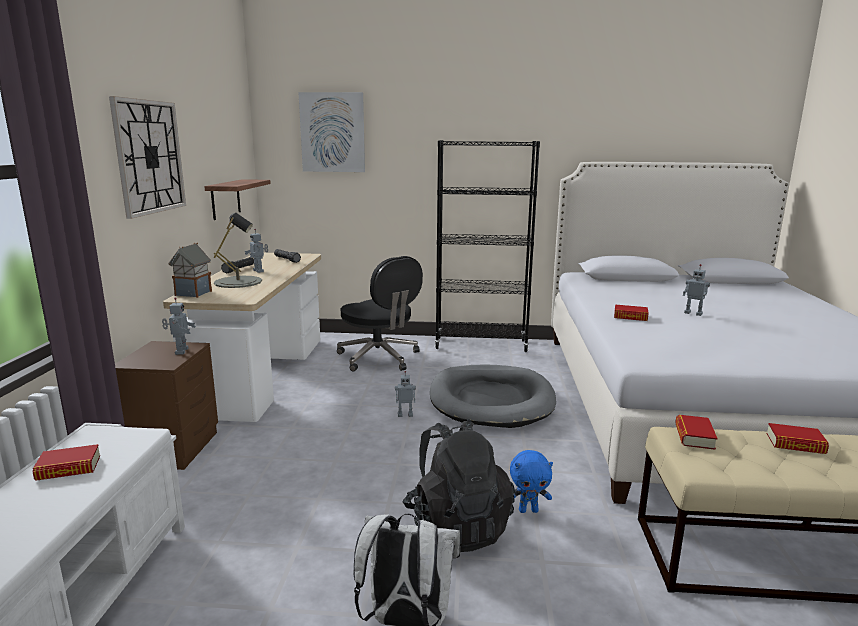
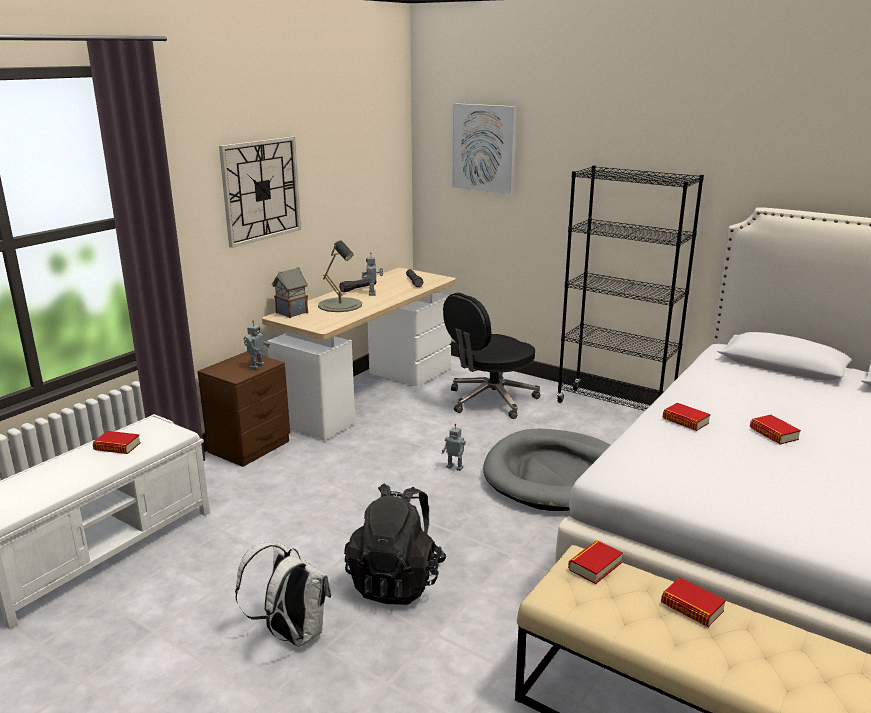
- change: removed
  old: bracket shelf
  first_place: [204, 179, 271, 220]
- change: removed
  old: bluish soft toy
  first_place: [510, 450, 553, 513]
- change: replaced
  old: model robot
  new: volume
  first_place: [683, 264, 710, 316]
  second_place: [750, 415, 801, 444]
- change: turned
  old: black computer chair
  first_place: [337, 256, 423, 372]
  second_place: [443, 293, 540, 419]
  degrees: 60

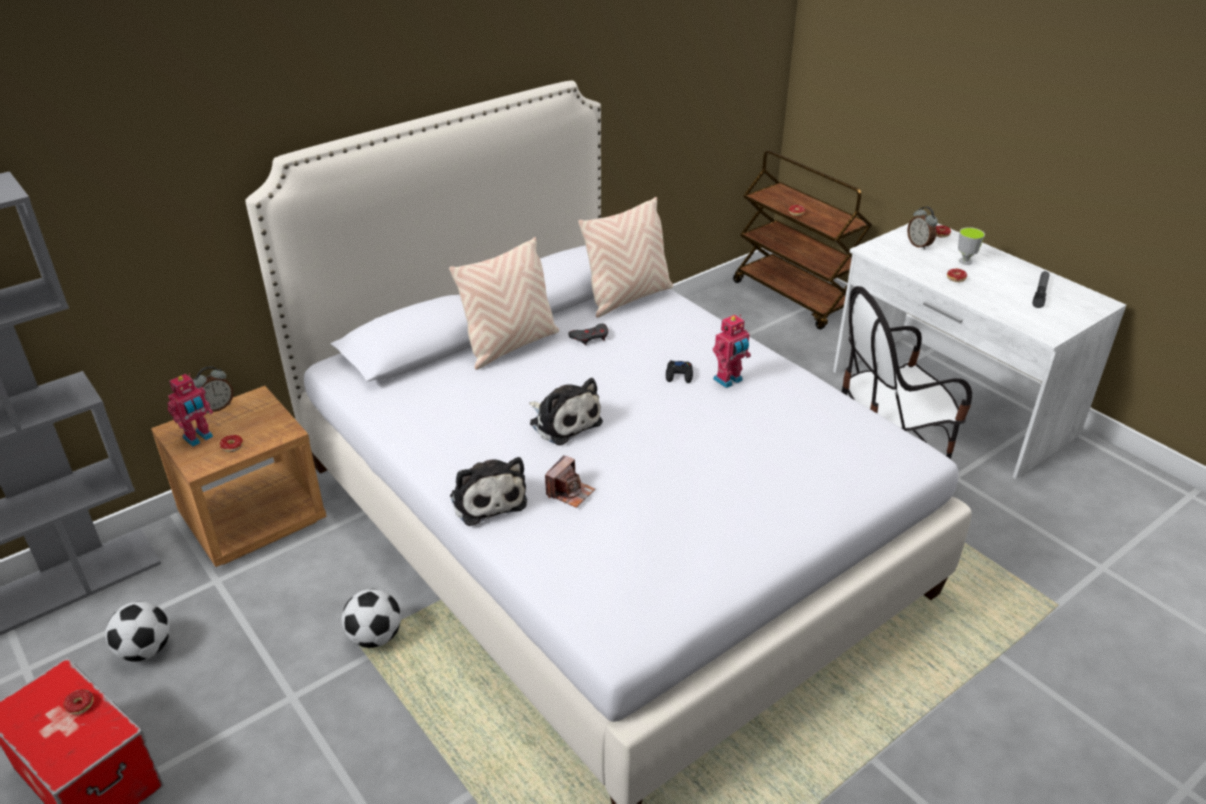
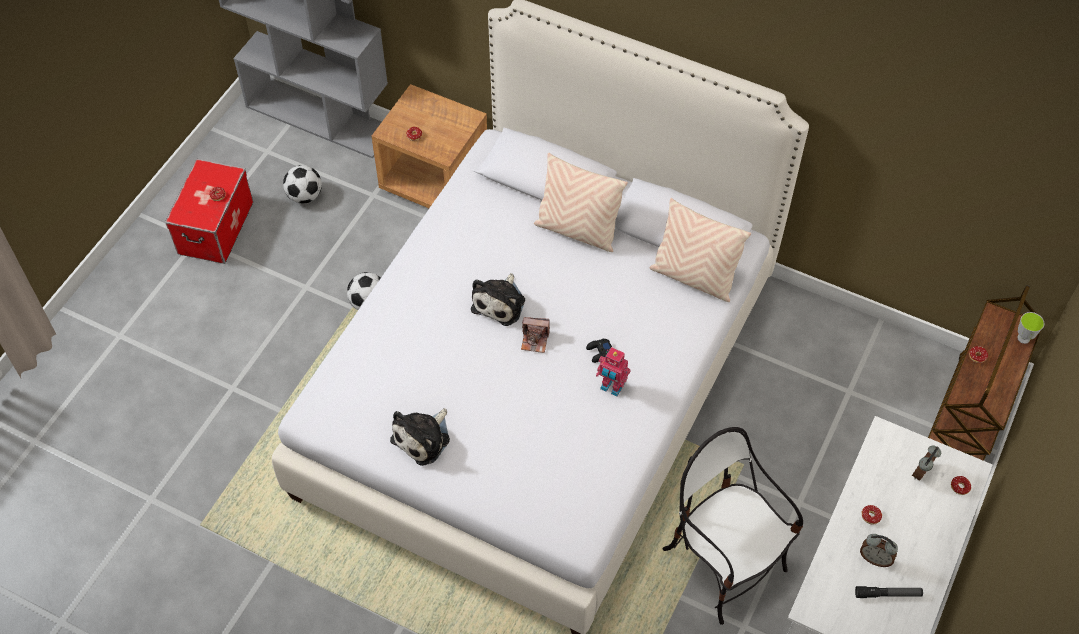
- change: removed
  old: model robot
  first_place: [168, 374, 213, 447]
- change: removed
  old: gray gamepad
  first_place: [568, 323, 608, 345]
- change: moved
  old: alarm clock
  first_place: [193, 366, 233, 413]
  second_place: [860, 534, 898, 567]
- change: moved
  old: soft toy
  first_place: [450, 457, 527, 526]
  second_place: [390, 408, 450, 466]
- change: moved
  old: still camera
  first_place: [545, 455, 595, 508]
  second_place: [521, 317, 550, 353]
- change: moved
  old: cup
  first_place: [958, 227, 985, 265]
  second_place: [1017, 312, 1044, 344]

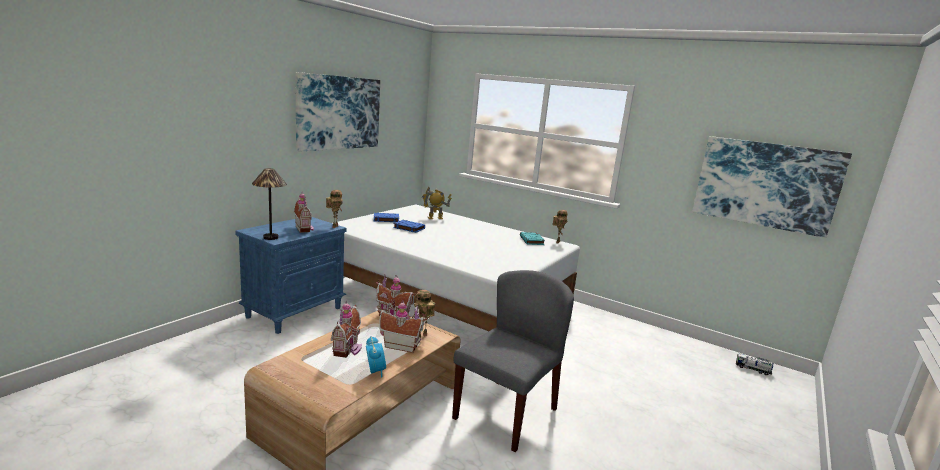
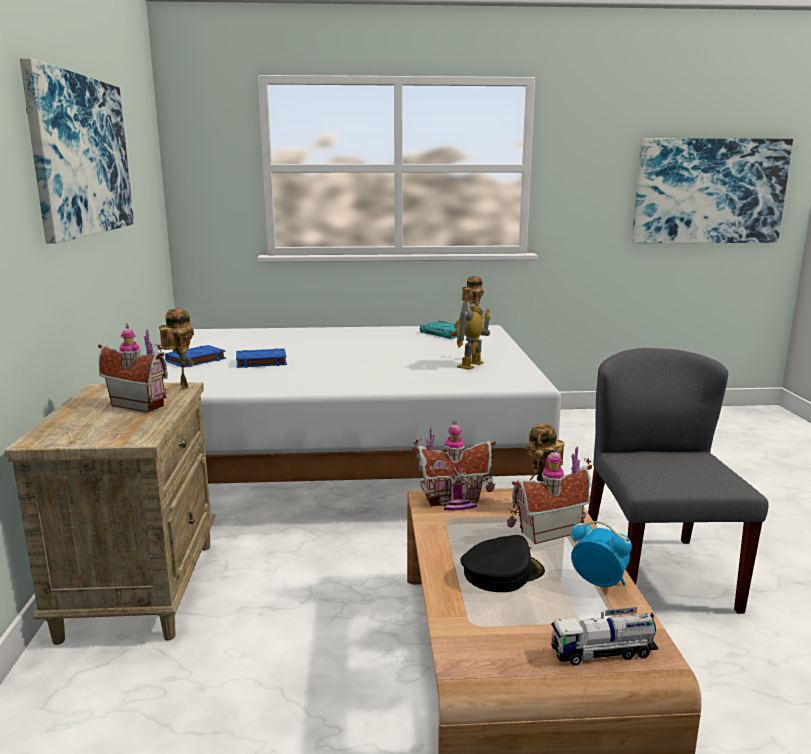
- change: removed
  old: lamp for a table
  first_place: [252, 168, 287, 240]
- change: moved
  old: model robot
  first_place: [422, 187, 452, 219]
  second_place: [454, 302, 491, 370]
- change: moved
  old: toy lorry
  first_place: [736, 354, 773, 375]
  second_place: [551, 607, 658, 666]
- change: replaced
  old: model house
  new: black cap
  first_place: [331, 300, 362, 358]
  second_place: [461, 535, 545, 592]
- change: recoloured
  old: bluish bedside table
  new: beige bedside table
  first_place: [235, 217, 347, 334]
  second_place: [5, 382, 216, 645]

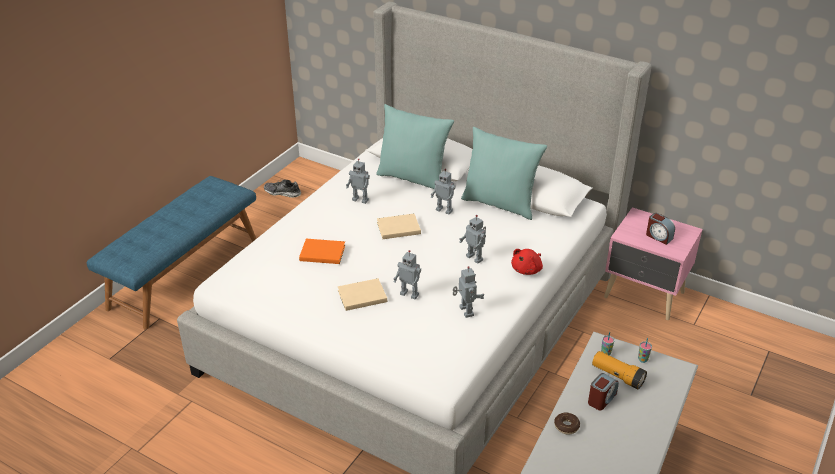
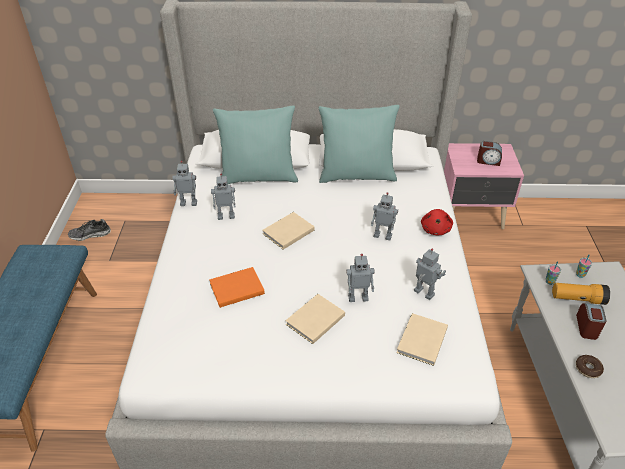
- change: added
  new: beige volume
  second_place: [397, 313, 448, 366]
- change: moved
  old: model robot
  first_place: [431, 169, 456, 215]
  second_place: [172, 161, 197, 206]

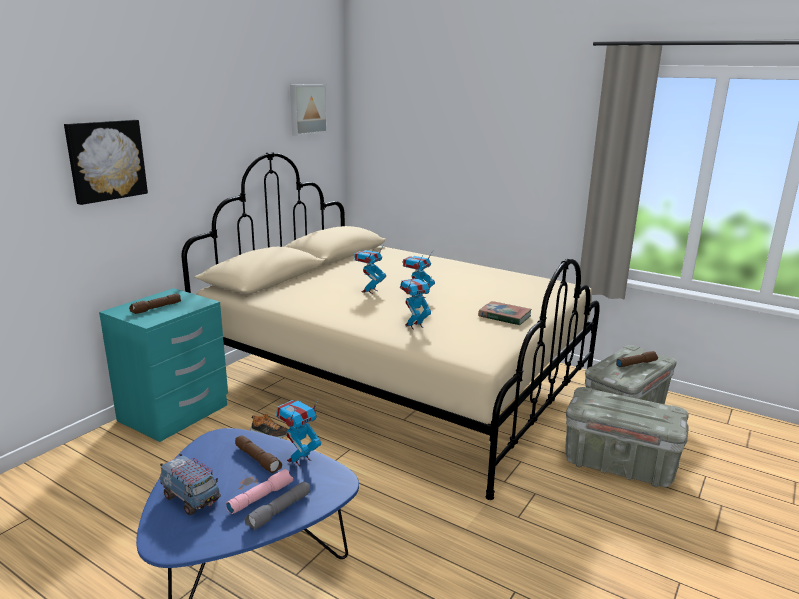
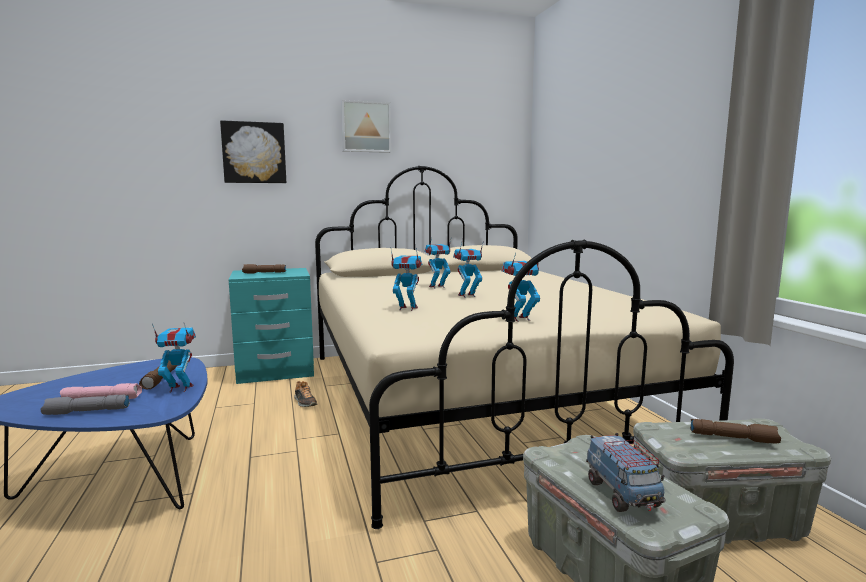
- change: moved
  old: toy lorry
  first_place: [160, 454, 221, 515]
  second_place: [586, 433, 665, 512]
- change: moved
  old: wall picture
  first_place: [290, 84, 328, 136]
  second_place: [341, 100, 391, 153]
- change: replaced
  old: volume
  new: model robot
  first_place: [478, 301, 532, 326]
  second_place: [502, 253, 540, 322]

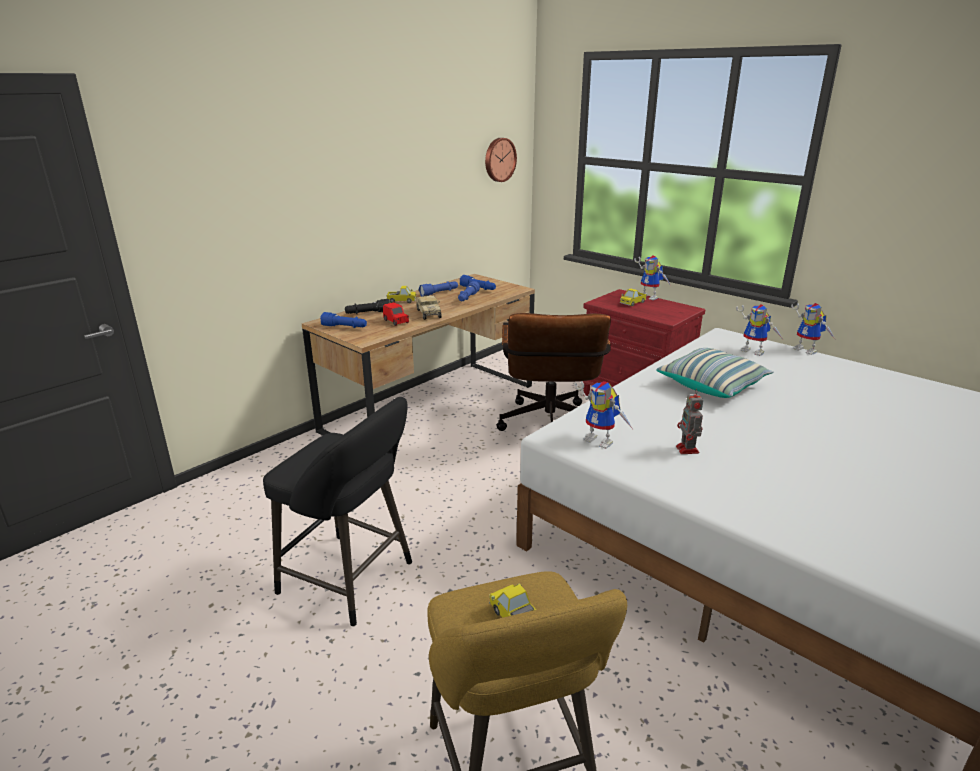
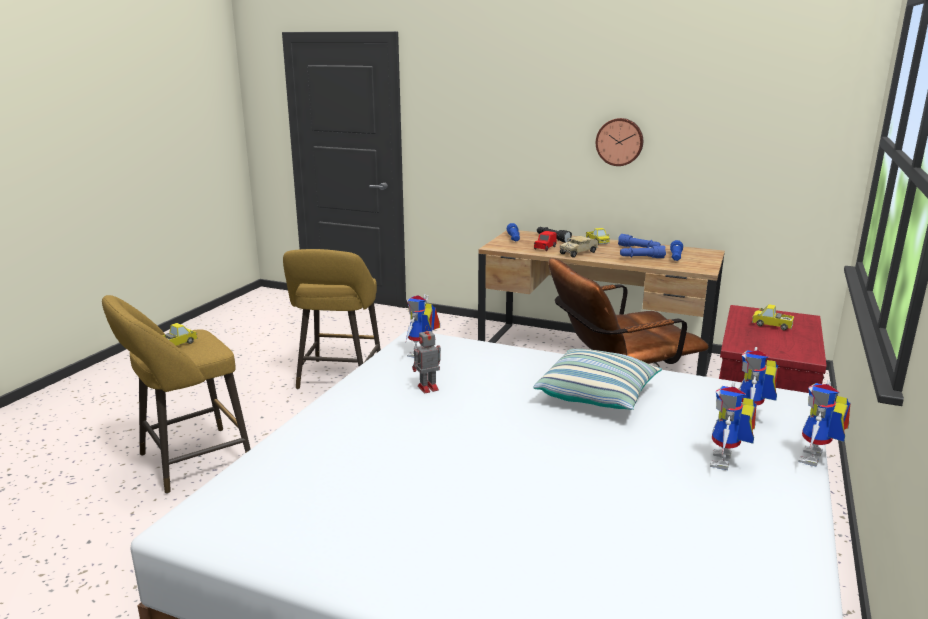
- change: moved
  old: hanging clock
  first_place: [485, 138, 517, 182]
  second_place: [596, 118, 643, 166]
- change: moved
  old: model robot
  first_place: [634, 255, 670, 300]
  second_place: [710, 382, 757, 470]
- change: recoloured
  old: black stool seat
  new: yellow stool seat
  first_place: [263, 397, 412, 626]
  second_place: [283, 249, 381, 389]

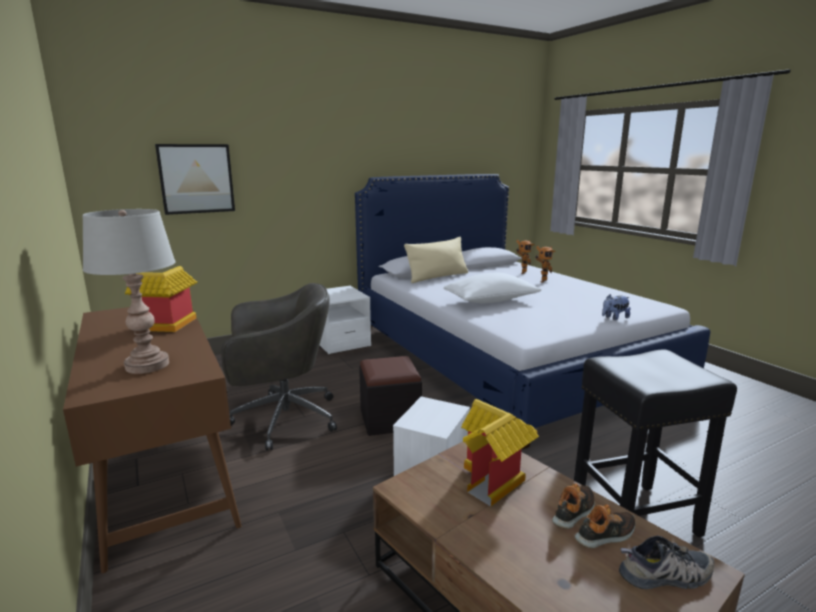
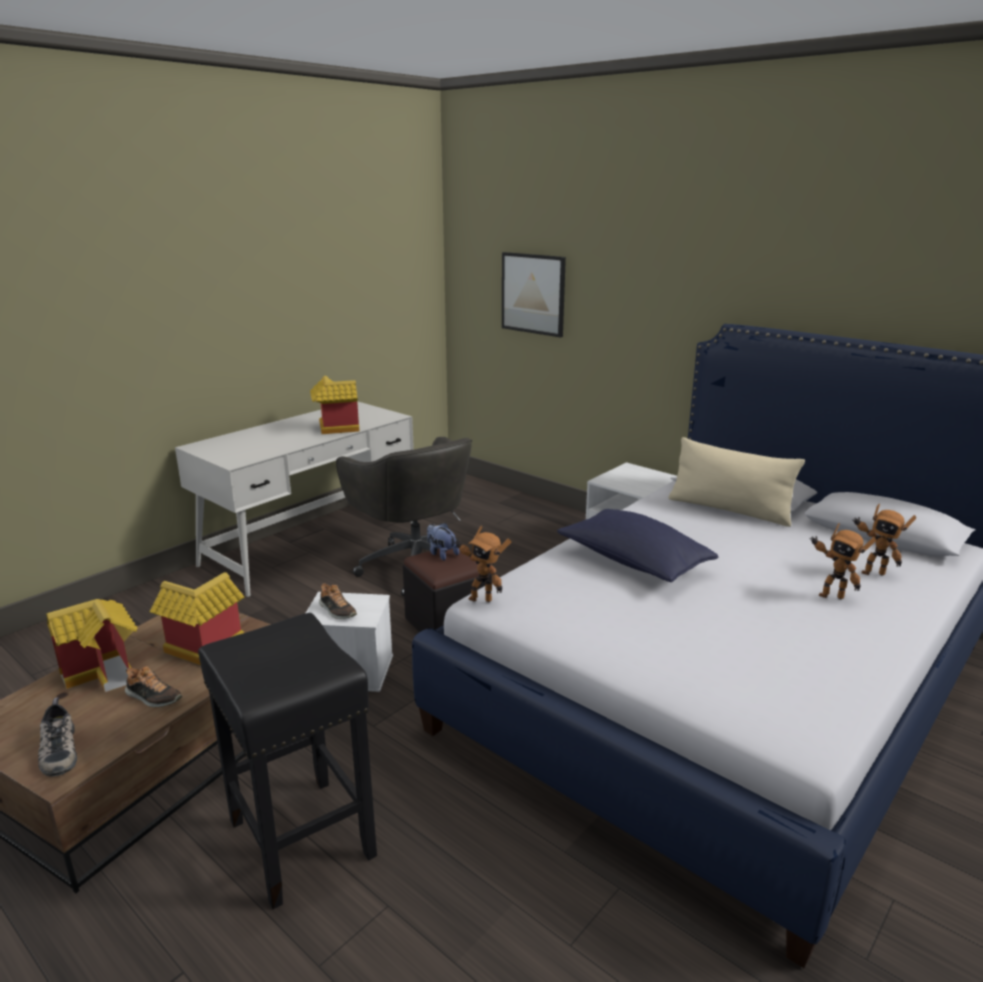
- change: removed
  old: gray lamp for a table
  first_place: [82, 209, 176, 374]
- change: added
  new: model house
  second_place: [46, 599, 137, 692]
- change: added
  new: model robot
  second_place: [455, 526, 512, 602]
- change: moved
  old: shoe
  first_place: [575, 504, 635, 548]
  second_place: [319, 583, 357, 619]
- change: moved
  old: soft toy
  first_place: [602, 294, 631, 320]
  second_place: [427, 523, 459, 561]
- change: recoloured
  old: brown desk table
  new: white desk table
  first_place: [63, 307, 242, 573]
  second_place: [175, 401, 414, 597]
- change: recoloured
  old: white throw pillow
  new: bluish throw pillow
  first_place: [443, 273, 541, 303]
  second_place: [557, 509, 718, 582]

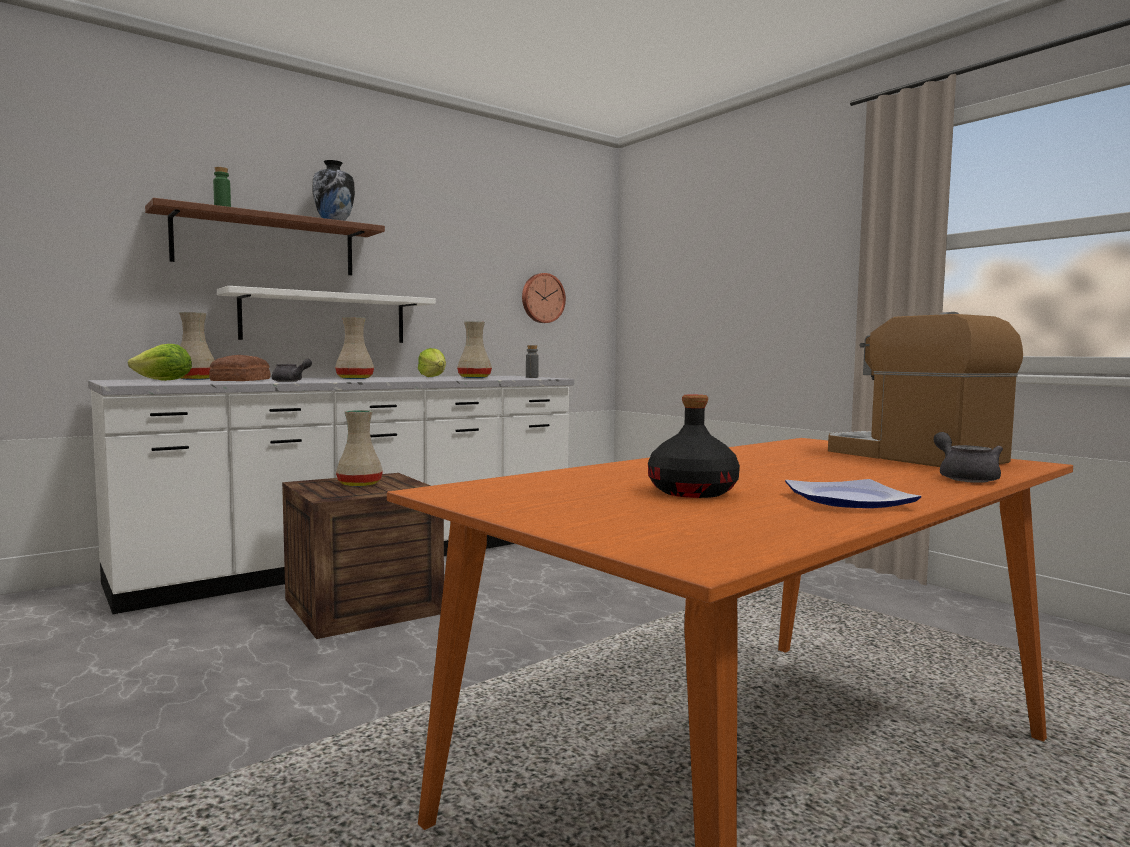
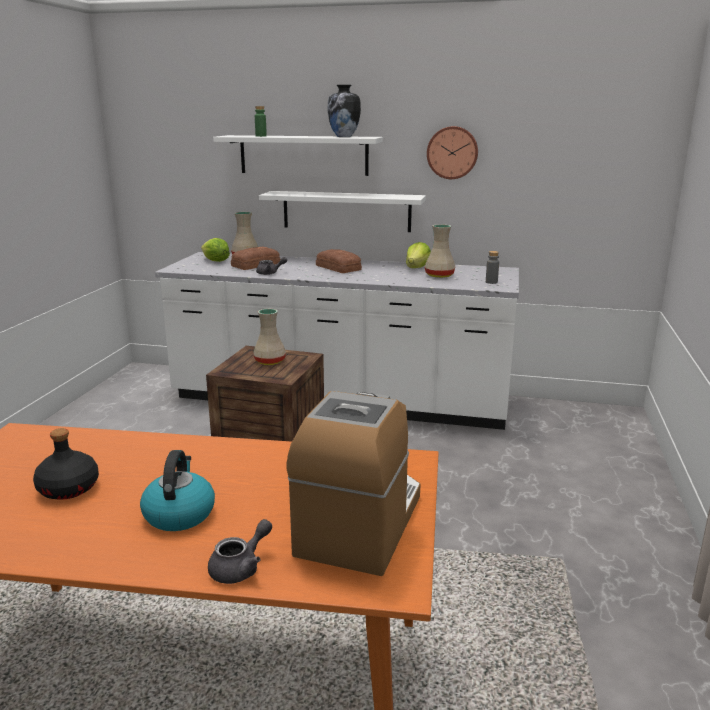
- change: removed
  old: dinner plate
  first_place: [785, 479, 921, 508]
- change: added
  new: water kettle
  second_place: [140, 450, 215, 531]
- change: moved
  old: hanging clock
  first_place: [522, 273, 566, 323]
  second_place: [427, 126, 478, 179]
- change: replaced
  old: beige flower vase
  new: bakery bread
  first_place: [335, 317, 374, 379]
  second_place: [316, 249, 362, 273]
- change: recoloured
  old: brown bracket shelf
  new: white bracket shelf
  first_place: [145, 198, 385, 275]
  second_place: [213, 135, 383, 176]

